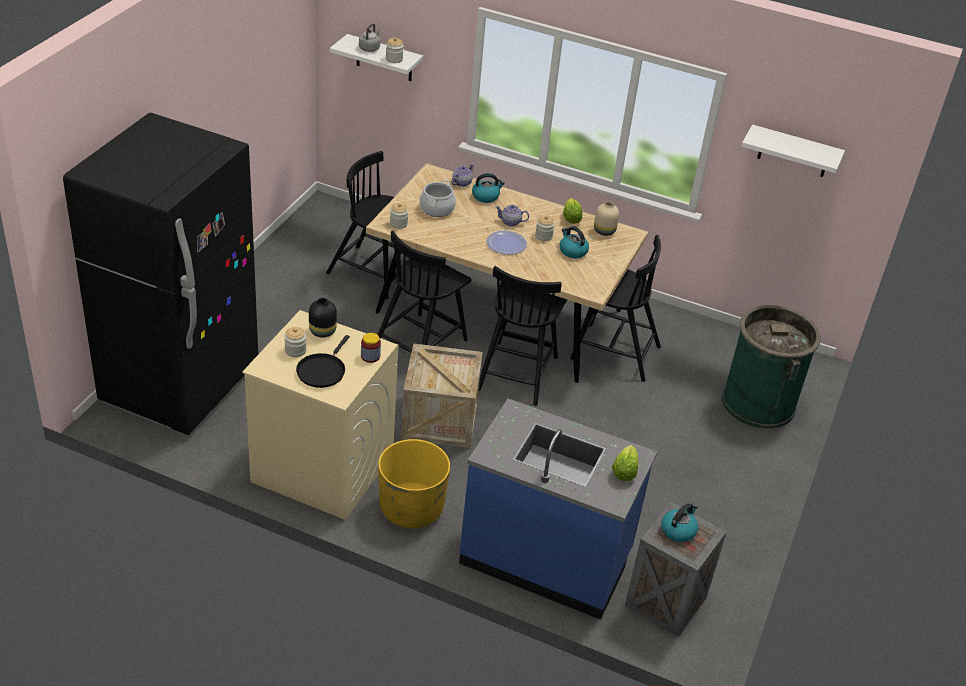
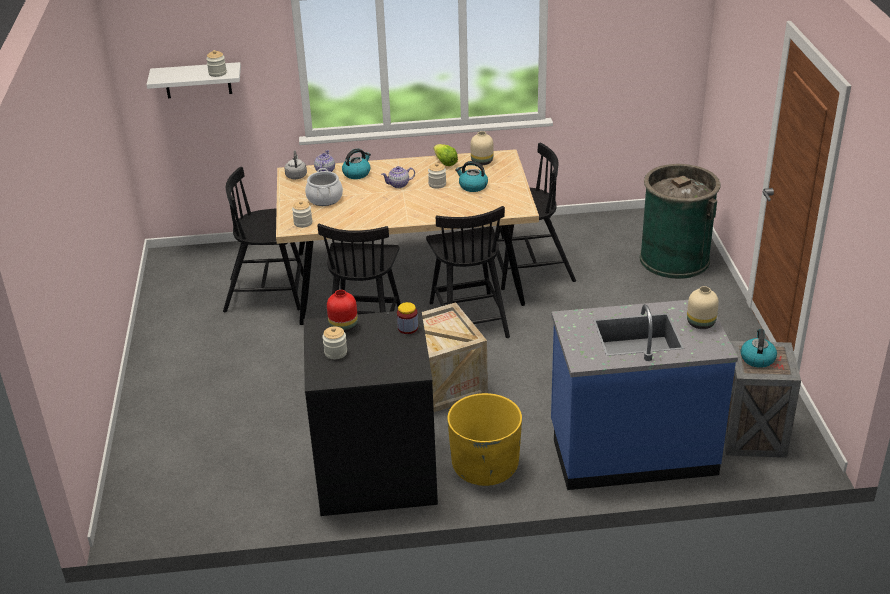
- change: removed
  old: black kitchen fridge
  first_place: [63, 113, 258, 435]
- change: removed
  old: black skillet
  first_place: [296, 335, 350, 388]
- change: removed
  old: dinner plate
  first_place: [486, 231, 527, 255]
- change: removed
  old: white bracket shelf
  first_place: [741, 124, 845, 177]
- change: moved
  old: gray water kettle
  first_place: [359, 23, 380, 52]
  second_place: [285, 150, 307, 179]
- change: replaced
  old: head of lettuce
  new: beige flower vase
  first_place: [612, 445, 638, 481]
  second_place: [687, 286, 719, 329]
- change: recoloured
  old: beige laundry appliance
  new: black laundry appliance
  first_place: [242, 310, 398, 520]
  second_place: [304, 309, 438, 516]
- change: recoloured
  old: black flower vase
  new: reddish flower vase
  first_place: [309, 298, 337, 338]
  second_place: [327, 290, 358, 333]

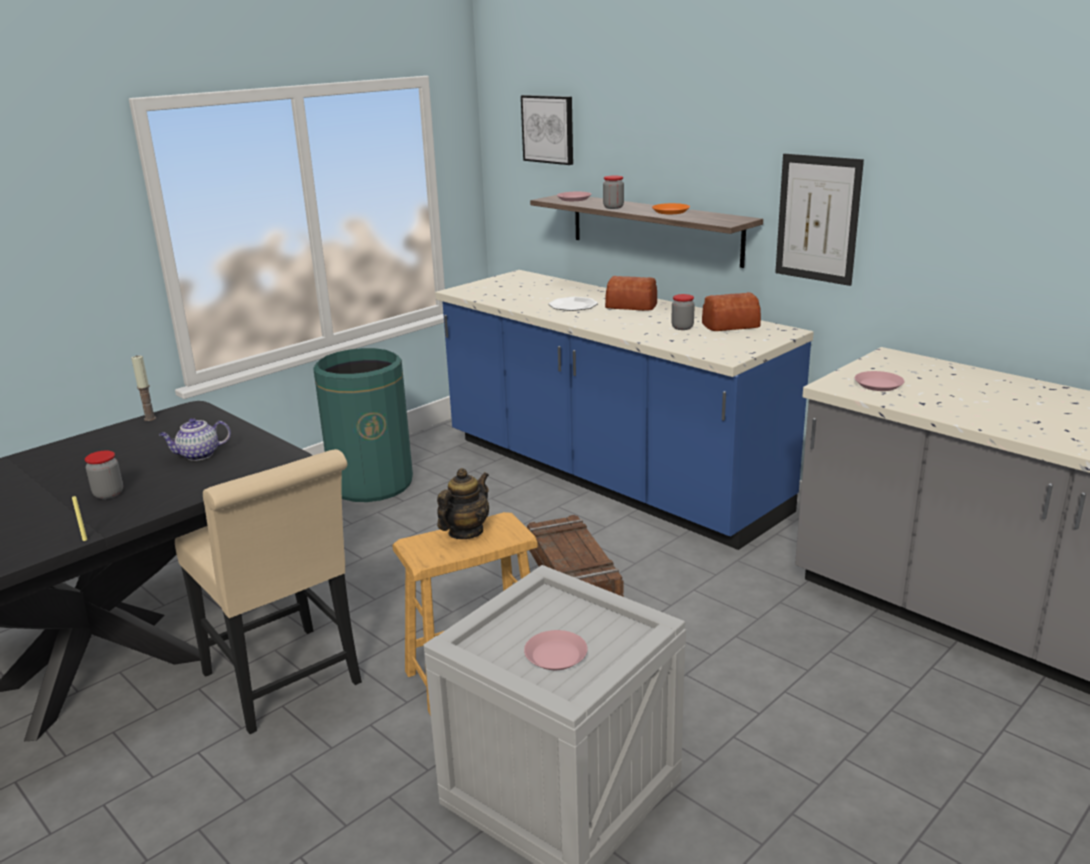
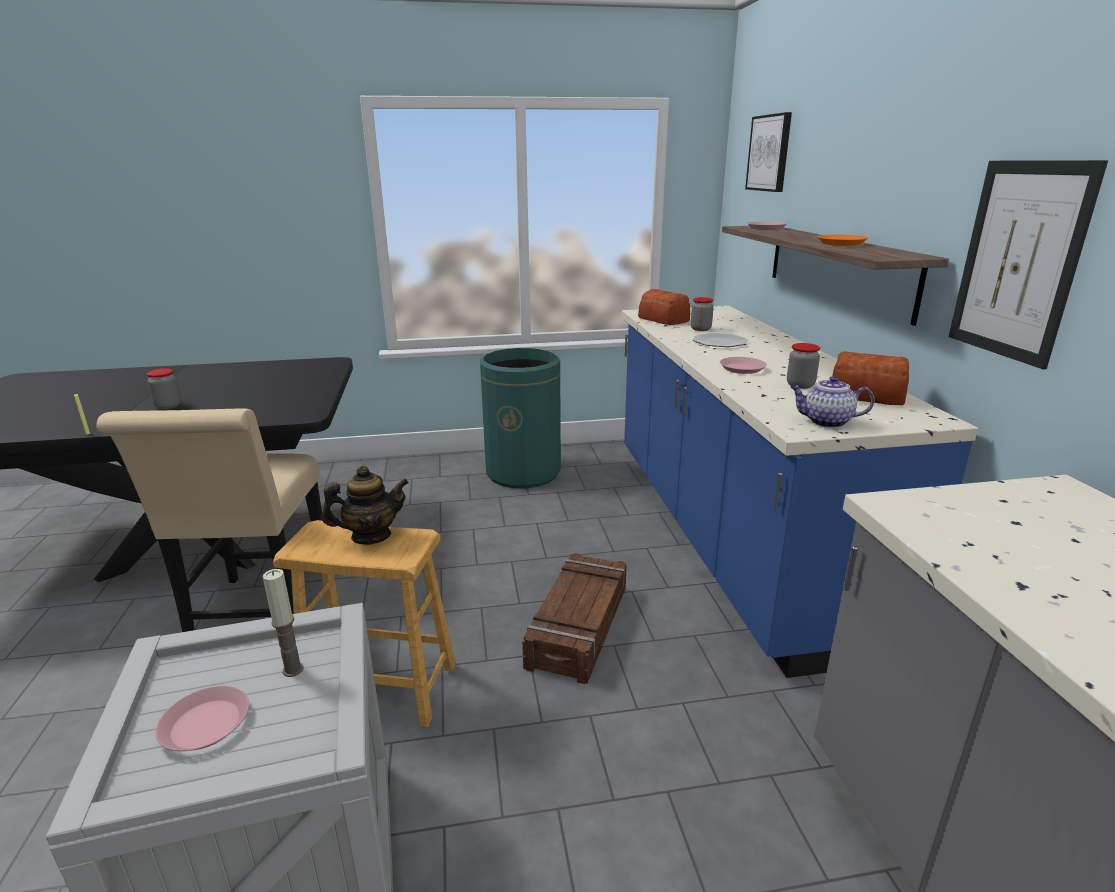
- change: moved
  old: candle
  first_place: [131, 355, 156, 421]
  second_place: [263, 569, 304, 677]
- change: moved
  old: tea pot
  first_place: [159, 418, 231, 461]
  second_place: [790, 376, 874, 428]
- change: moved
  old: preserve jar
  first_place: [603, 175, 624, 209]
  second_place: [691, 297, 714, 331]
- change: moved
  old: bakery bread
  first_place: [605, 276, 657, 311]
  second_place: [638, 289, 690, 325]
- change: moved
  old: pink-coloured dinner plate
  first_place: [855, 371, 904, 391]
  second_place: [720, 357, 767, 374]

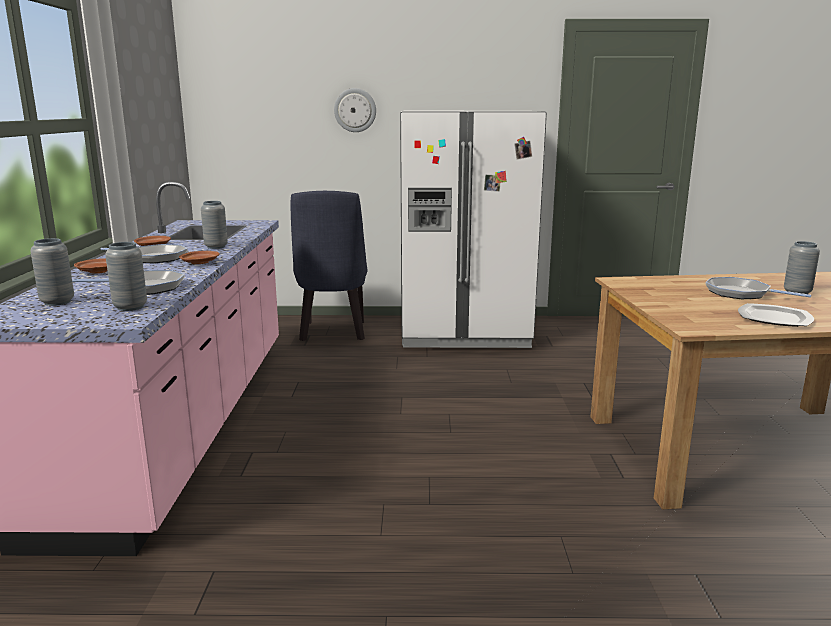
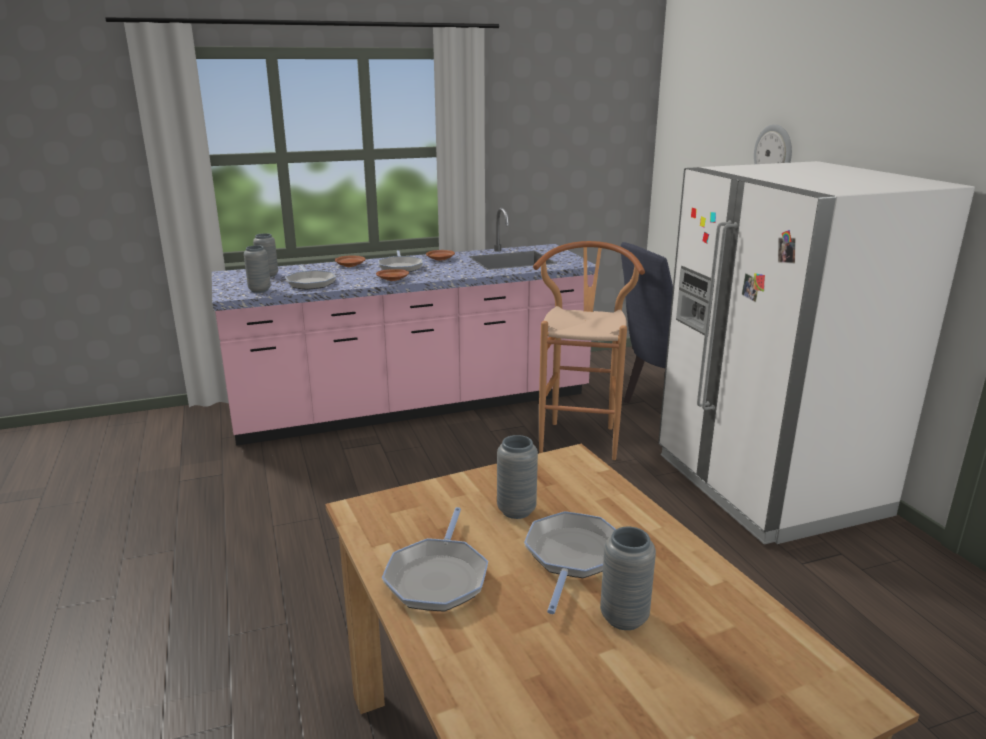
- change: added
  new: brown stool seat
  second_place: [533, 241, 645, 460]
- change: moved
  old: gray flower vase
  first_place: [201, 201, 228, 249]
  second_place: [497, 435, 538, 519]
- change: replaced
  old: dinner plate
  new: skillet
  first_place: [738, 303, 814, 327]
  second_place: [382, 507, 488, 612]

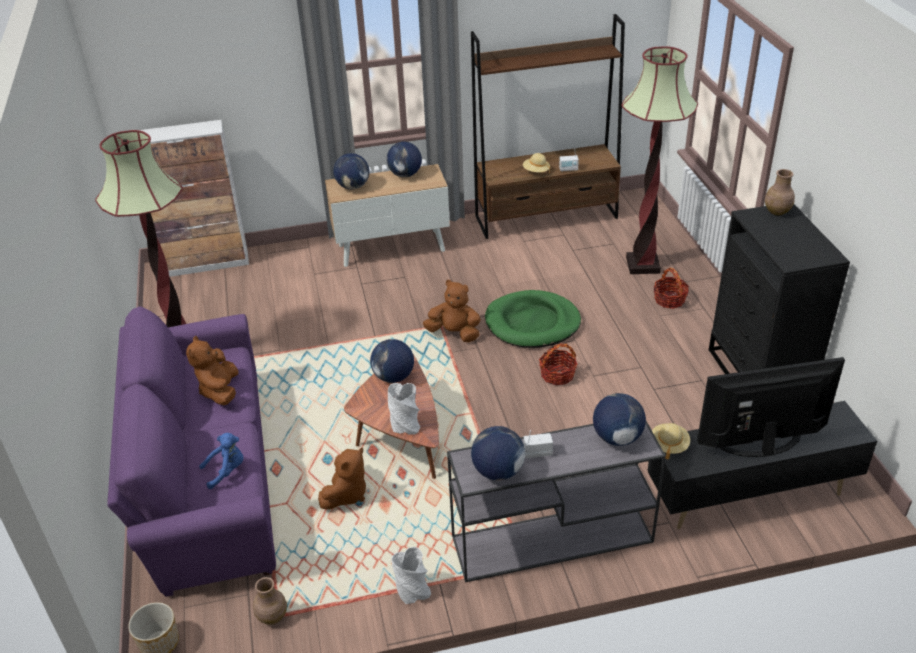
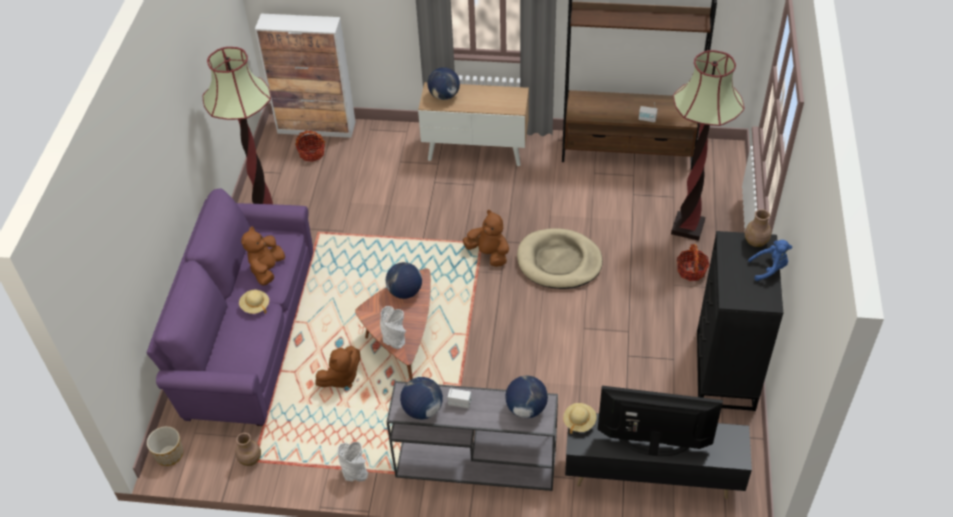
- change: removed
  old: globe
  first_place: [387, 142, 422, 177]
- change: moved
  old: bluish soft toy
  first_place: [199, 433, 244, 489]
  second_place: [748, 240, 792, 281]
- change: moved
  old: beige hat
  first_place: [523, 153, 550, 173]
  second_place: [239, 290, 269, 314]
- change: moved
  old: household basket
  first_place: [539, 343, 577, 385]
  second_place: [295, 130, 325, 162]
- change: recoloured
  old: green-coloured dog cushion
  new: beige dog cushion
  first_place: [485, 290, 581, 348]
  second_place: [517, 228, 603, 289]

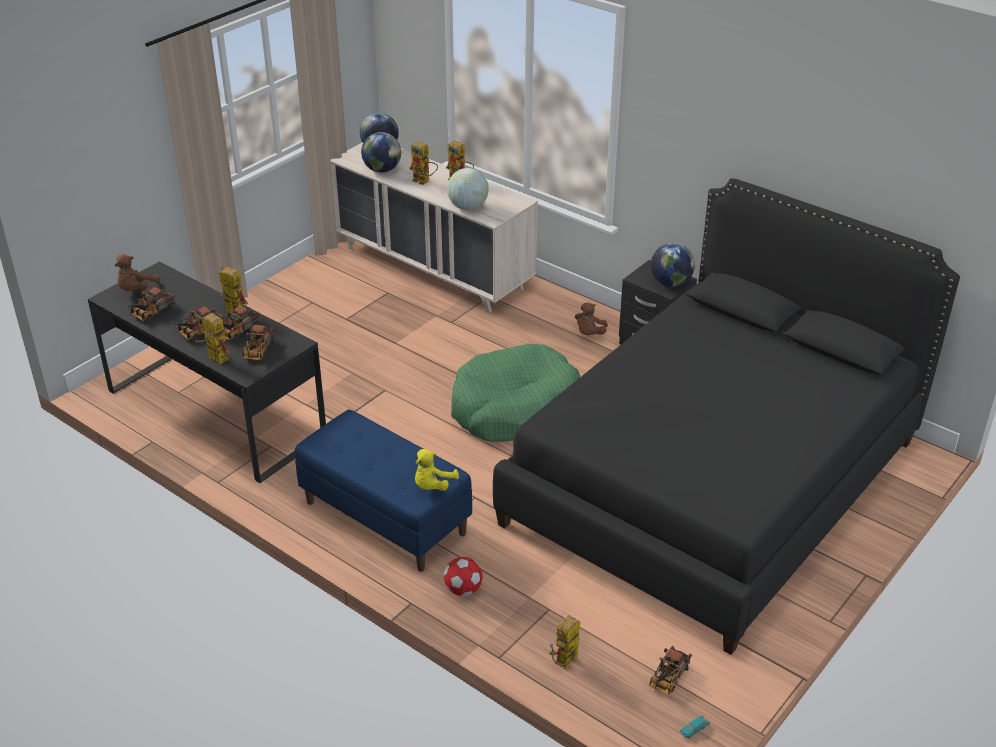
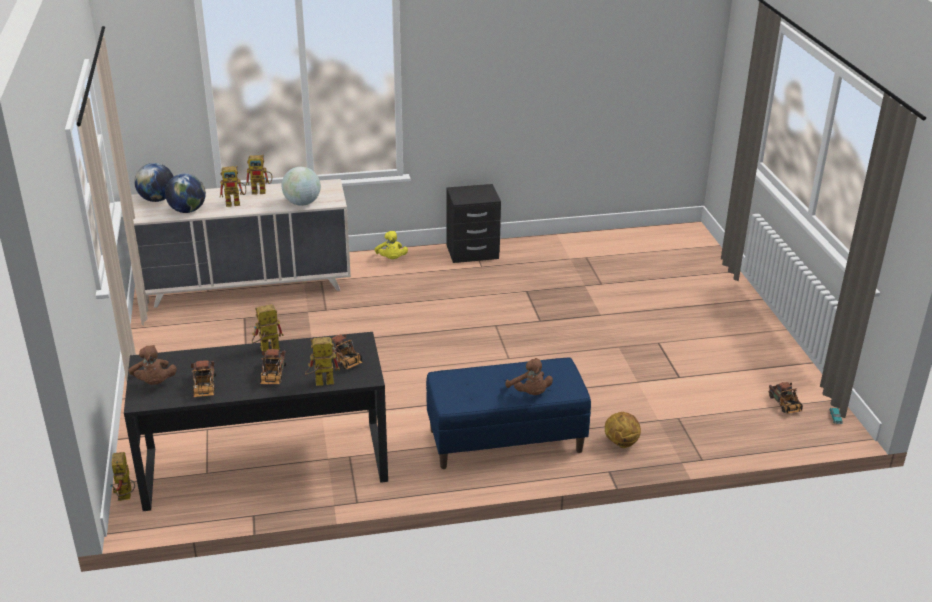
- change: removed
  old: toy lorry
  first_place: [223, 306, 260, 340]
- change: removed
  old: green-coloured dog cushion
  first_place: [451, 343, 580, 442]
- change: removed
  old: black bed
  first_place: [493, 178, 960, 655]
- change: removed
  old: globe
  first_place: [651, 243, 695, 287]
- change: moved
  old: yellow soft toy
  first_place: [415, 449, 459, 491]
  second_place: [375, 231, 408, 259]
- change: moved
  old: model robot
  first_place: [549, 615, 580, 669]
  second_place: [111, 452, 135, 501]
- change: moved
  old: brown soft toy
  first_place: [575, 303, 608, 335]
  second_place: [505, 358, 553, 395]
- change: replaced
  old: football
  new: ball for basketball
  first_place: [444, 557, 483, 596]
  second_place: [605, 412, 641, 448]

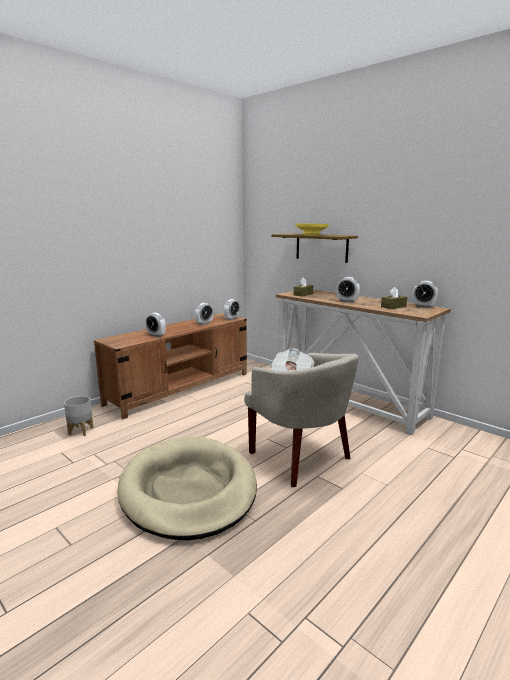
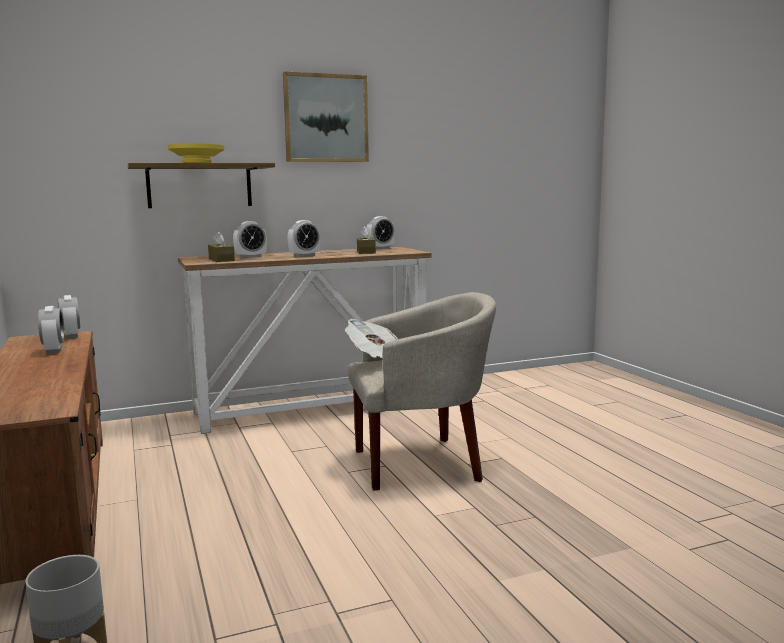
- change: removed
  old: beige dog cushion
  first_place: [117, 437, 257, 540]
- change: added
  new: wall picture
  second_place: [283, 72, 369, 162]
- change: moved
  old: alarm clock
  first_place: [146, 313, 166, 337]
  second_place: [233, 221, 267, 258]

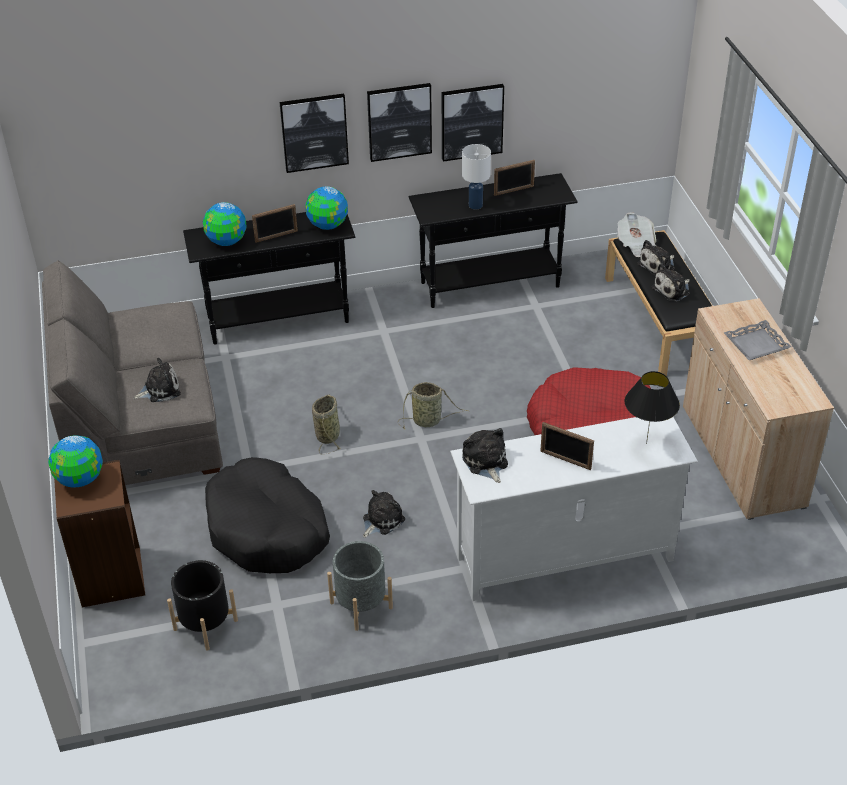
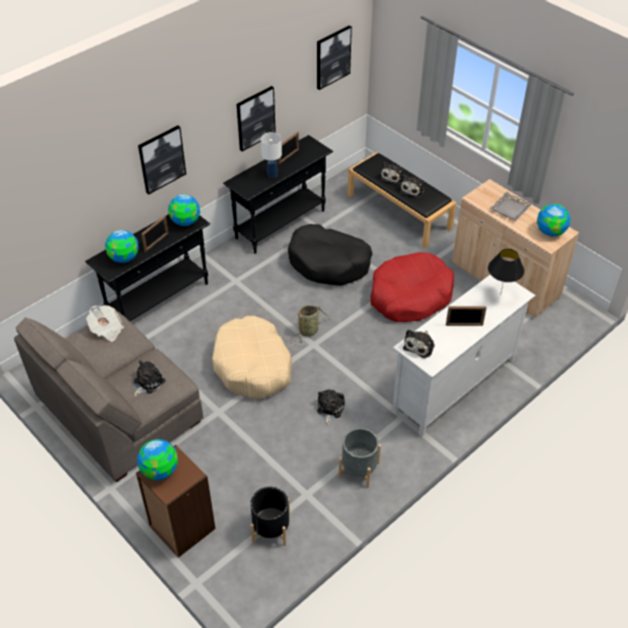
- change: added
  new: globe
  second_place: [537, 204, 571, 236]
- change: moved
  old: black dog cushion
  first_place: [205, 457, 330, 573]
  second_place: [288, 224, 372, 286]
- change: moved
  old: wall picture
  first_place: [367, 83, 432, 162]
  second_place: [317, 26, 352, 90]
- change: moved
  old: newspaper
  first_place: [617, 212, 656, 257]
  second_place: [86, 305, 124, 342]
- change: replaced
  old: household basket
  new: beige dog cushion
  first_place: [312, 395, 341, 454]
  second_place: [212, 316, 292, 399]
- change: turned
  old: soft toy
  first_place: [462, 428, 508, 483]
  second_place: [403, 329, 435, 358]
  degrees: -105

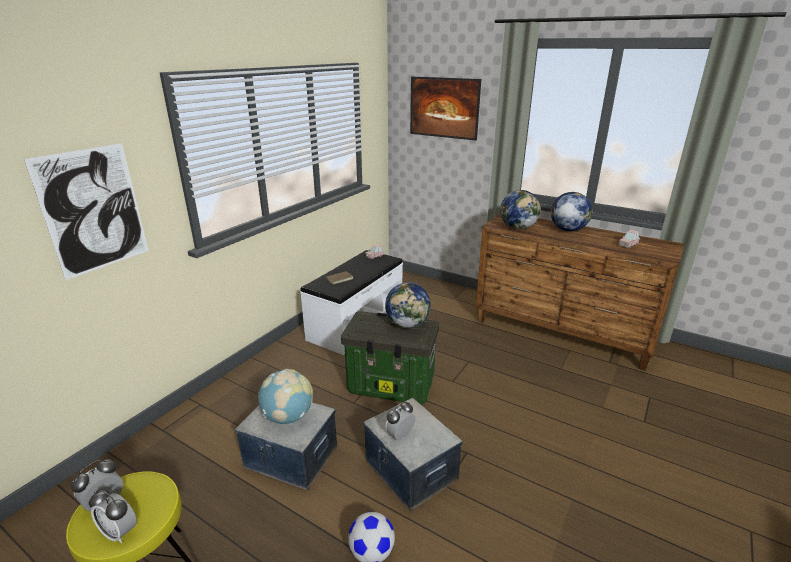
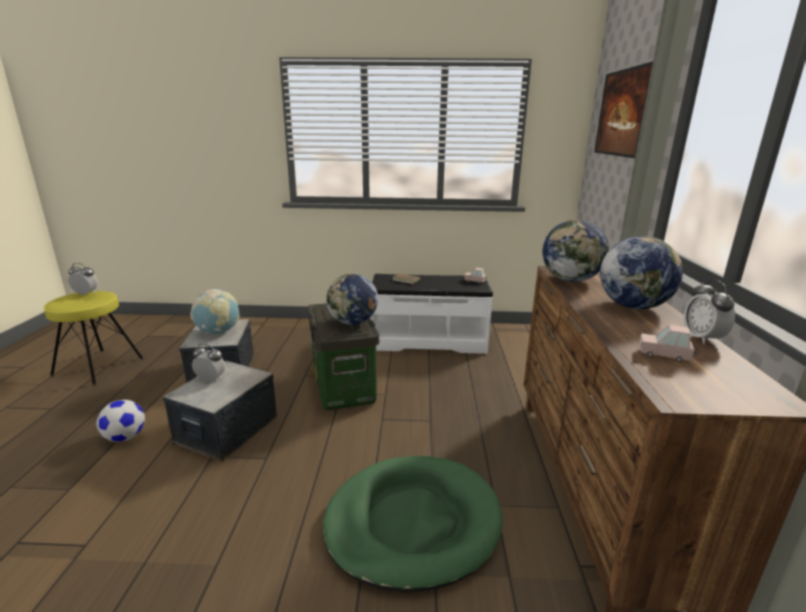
- change: removed
  old: wall picture
  first_place: [24, 143, 149, 280]
- change: added
  new: green-coloured dog cushion
  second_place: [323, 456, 503, 593]
- change: moved
  old: alarm clock
  first_place: [89, 490, 137, 543]
  second_place: [684, 279, 735, 344]

